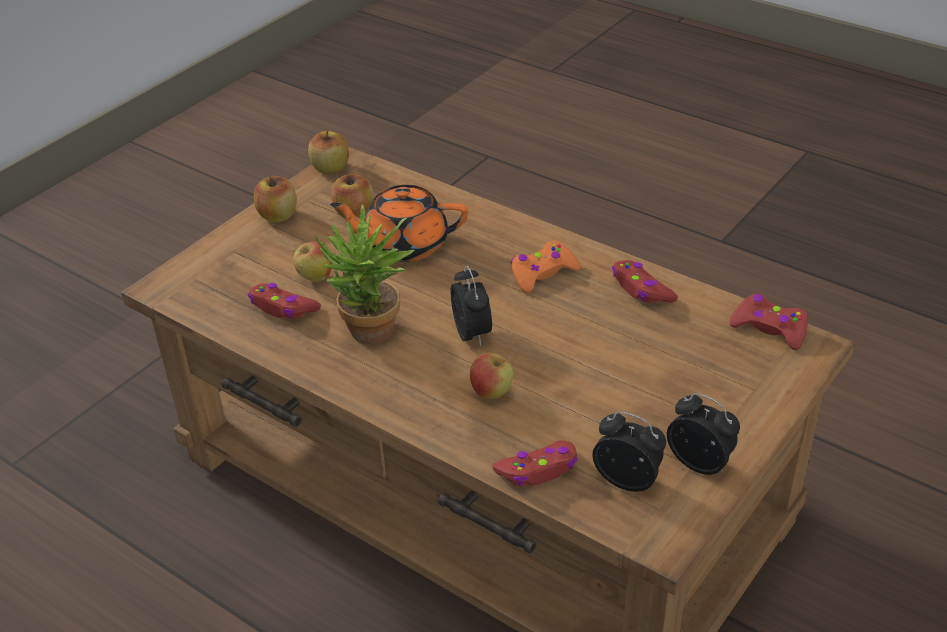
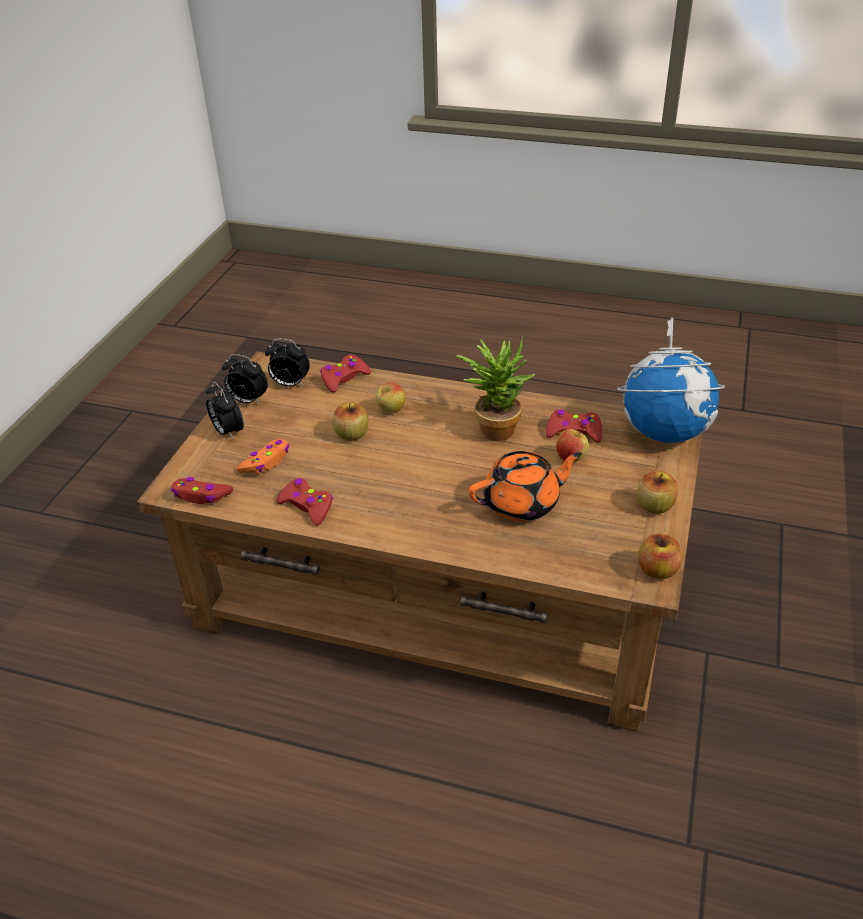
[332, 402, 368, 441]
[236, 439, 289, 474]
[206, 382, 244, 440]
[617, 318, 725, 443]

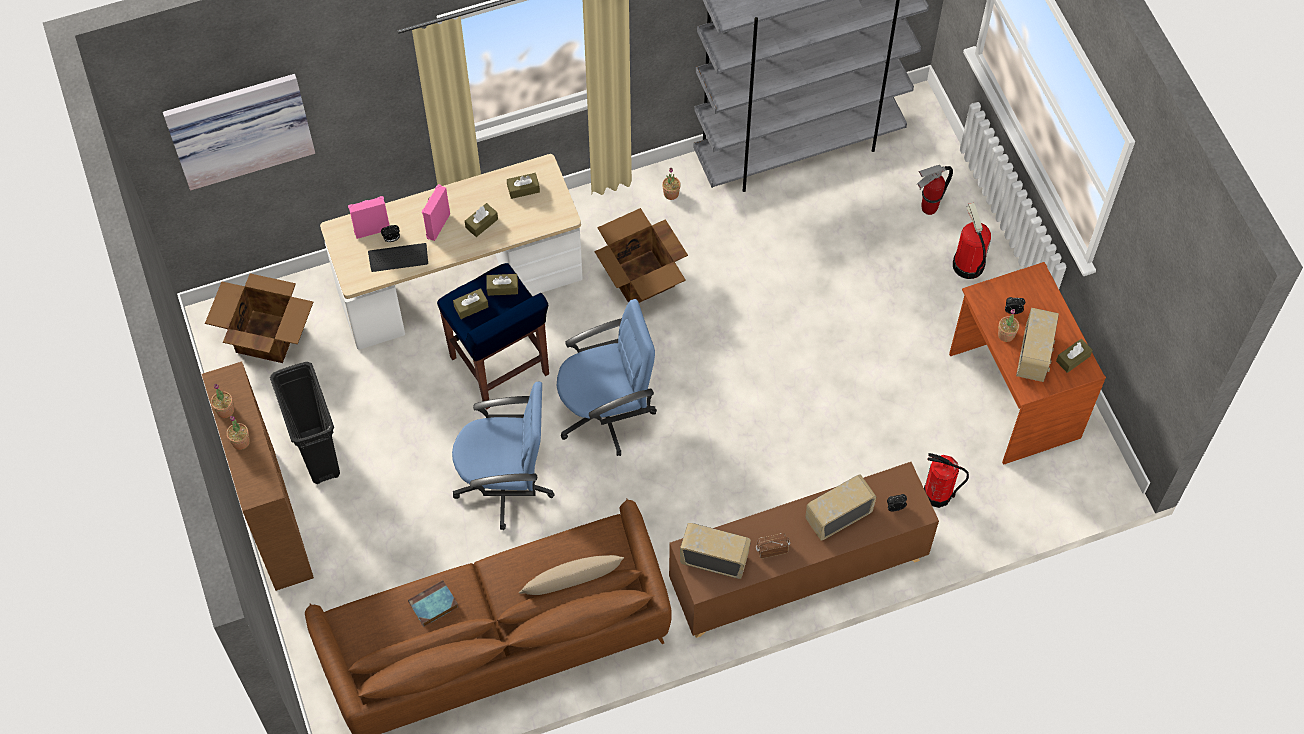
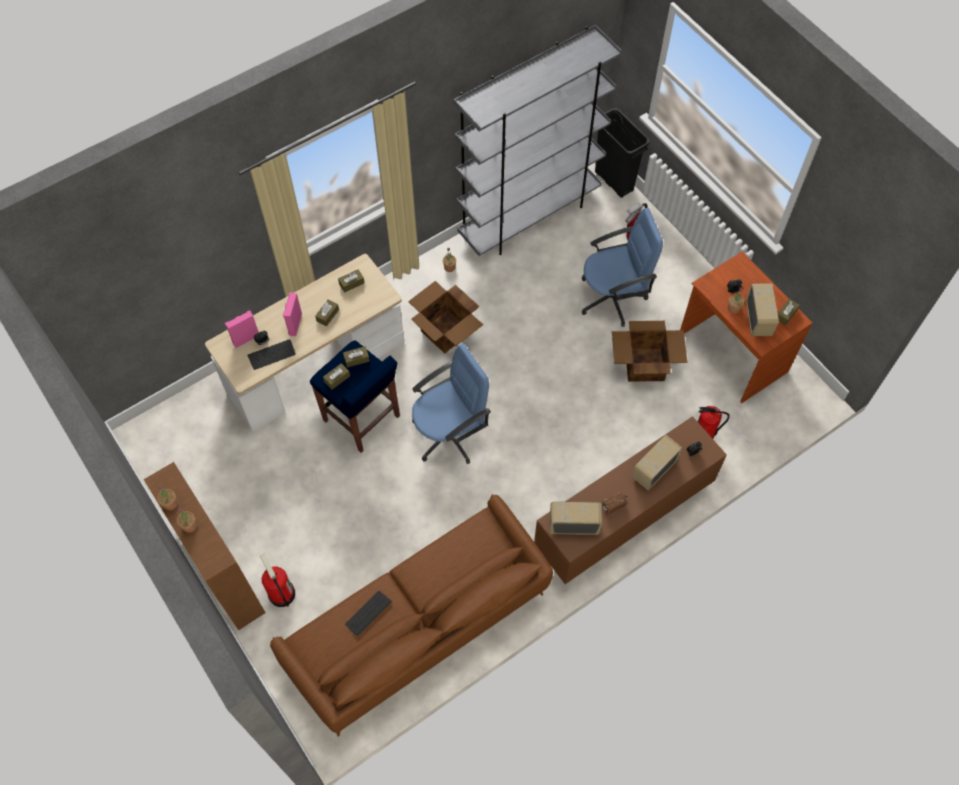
[163, 74, 315, 190] (first image)
[260, 554, 295, 607]
[612, 321, 687, 382]
[595, 108, 650, 198]
[582, 208, 663, 327]
[519, 555, 624, 595] (first image)
[345, 591, 392, 636]

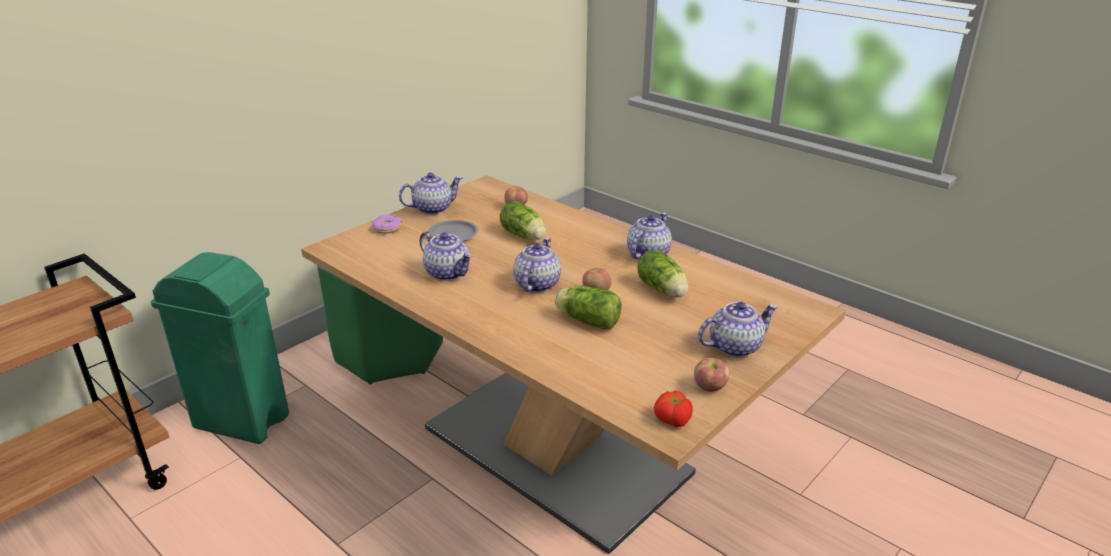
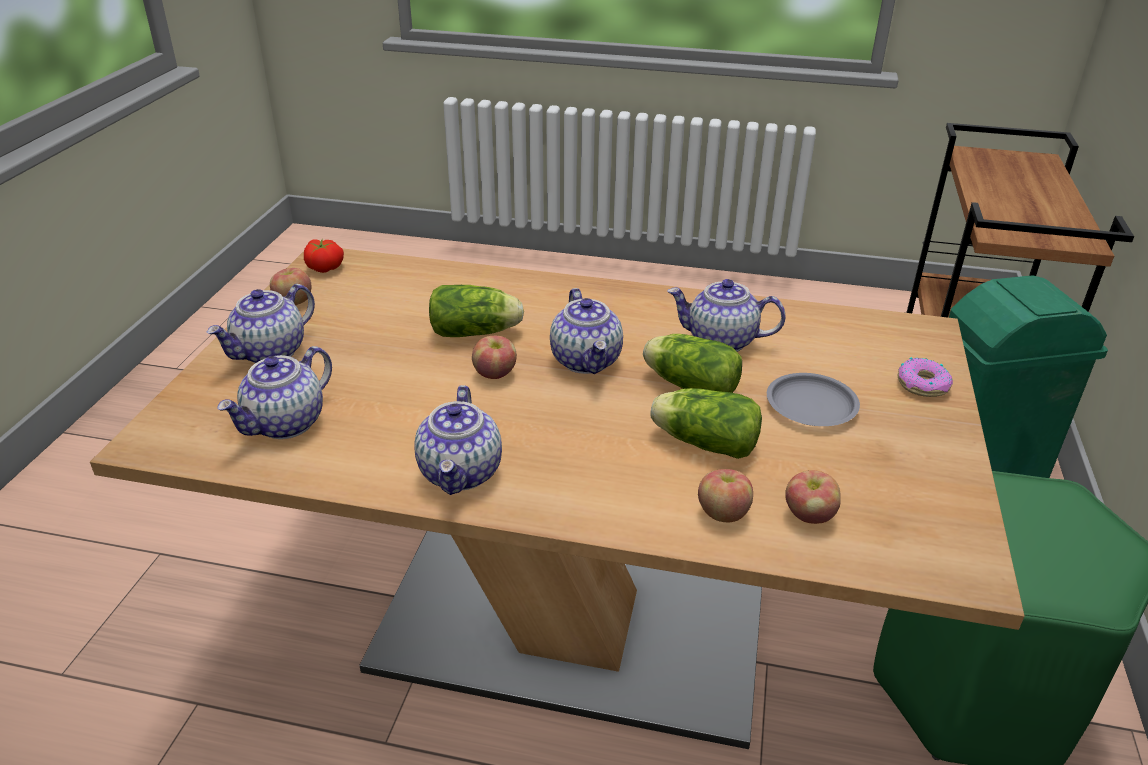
[217, 346, 332, 439]
[643, 334, 742, 393]
[698, 469, 753, 522]

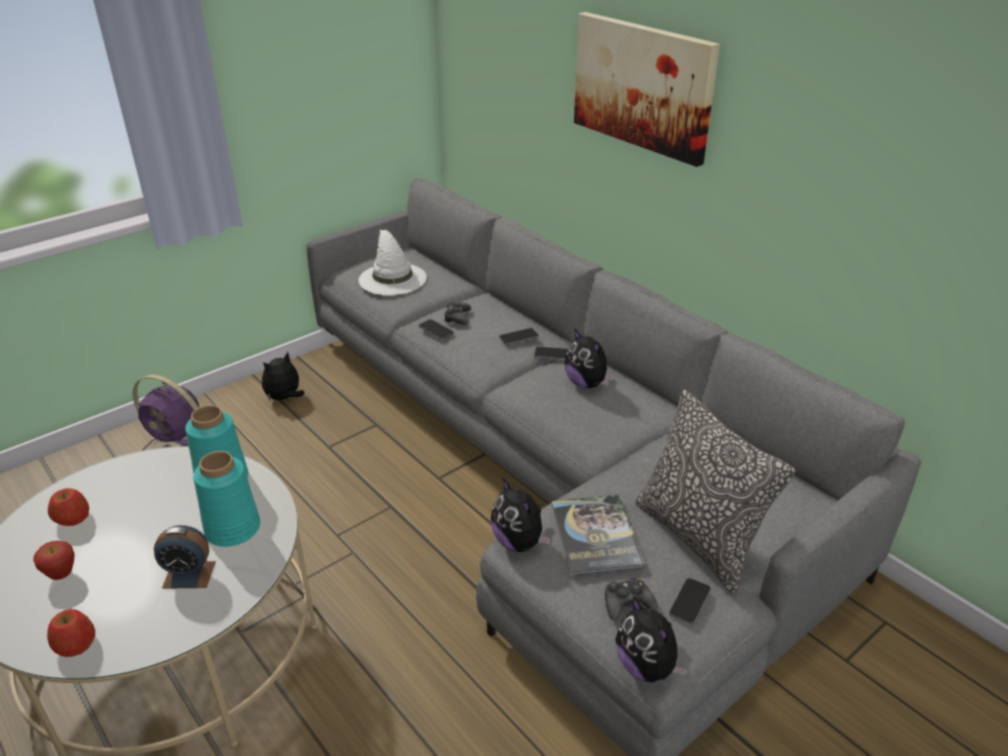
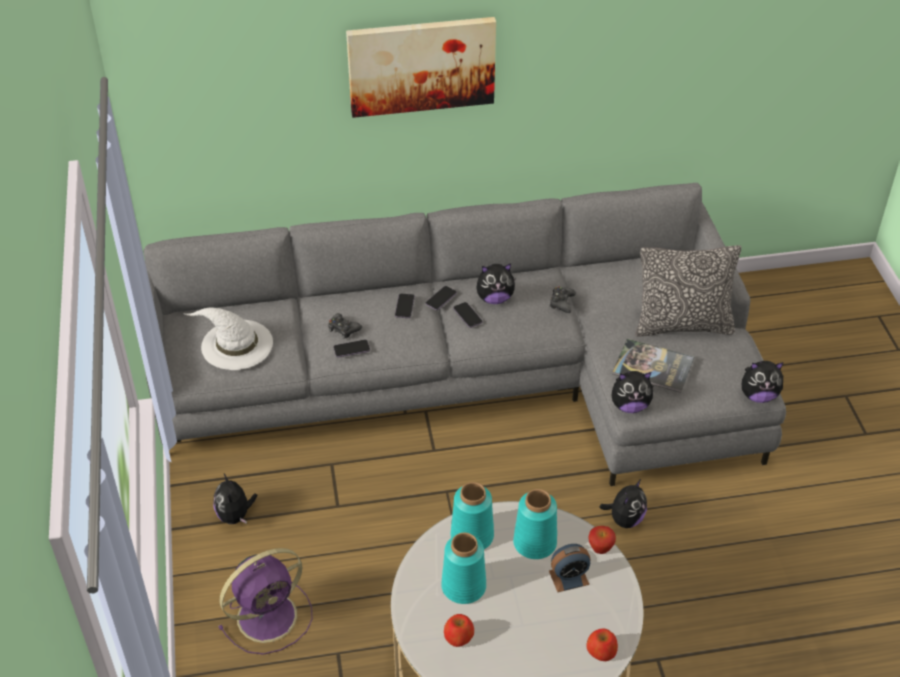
[549, 544, 590, 592]
[589, 526, 616, 554]
[549, 287, 576, 313]
[453, 302, 483, 328]
[600, 479, 647, 528]
[441, 533, 486, 604]

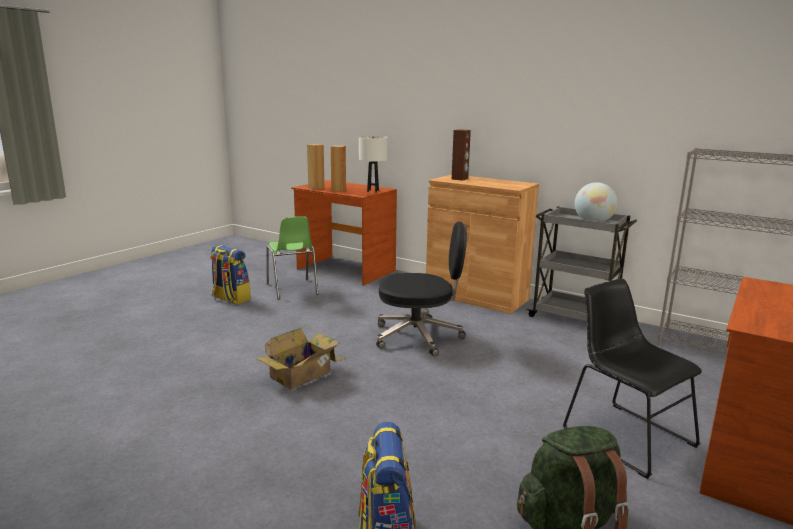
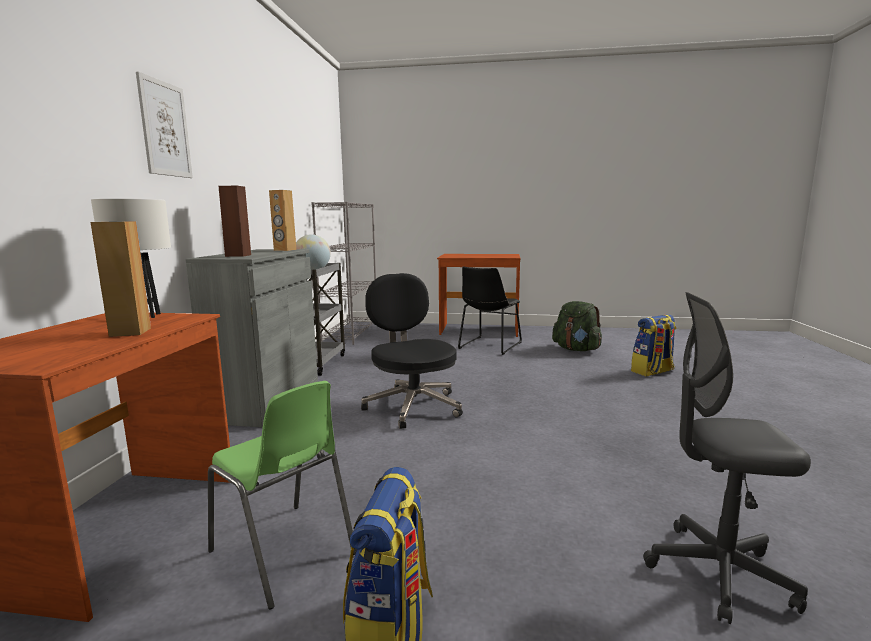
[269, 190, 296, 251]
[185, 249, 318, 427]
[208, 381, 356, 610]
[256, 328, 346, 389] (first image)
[136, 72, 193, 178]
[643, 292, 811, 624]

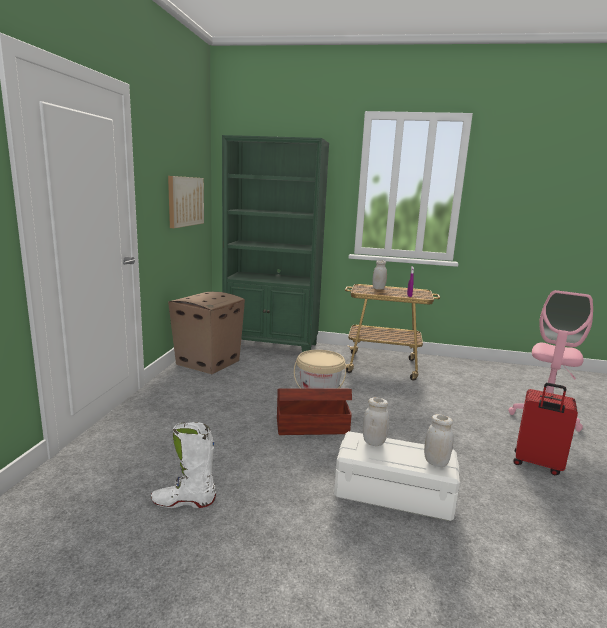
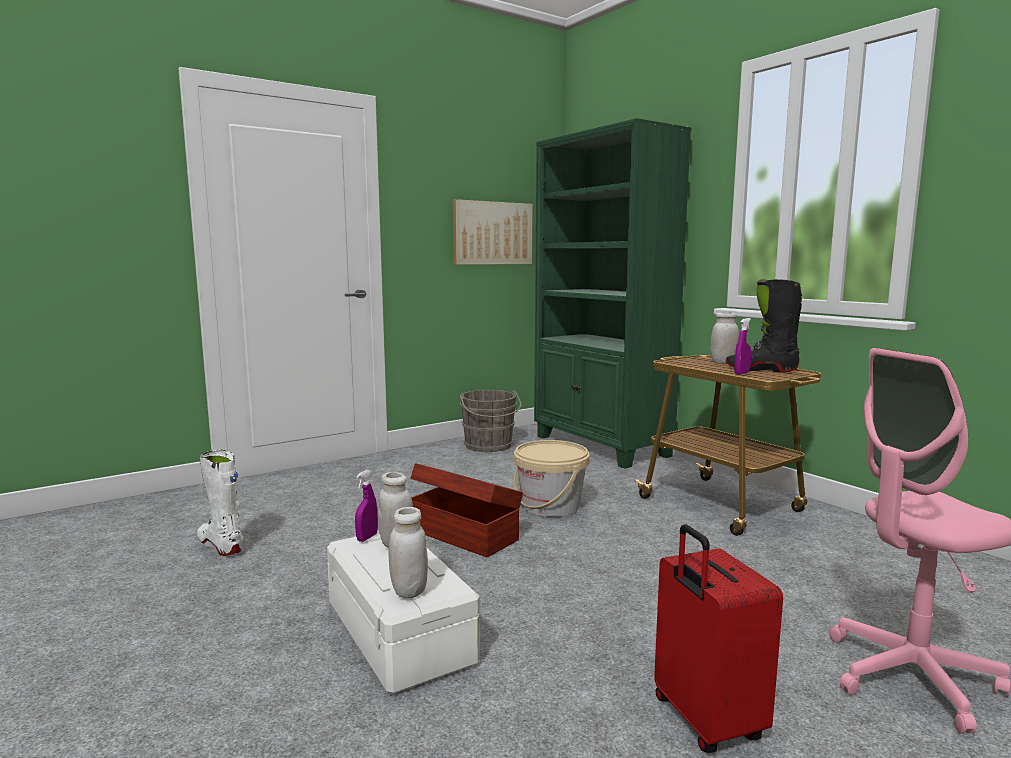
[460, 390, 521, 452]
[726, 279, 802, 373]
[355, 470, 378, 542]

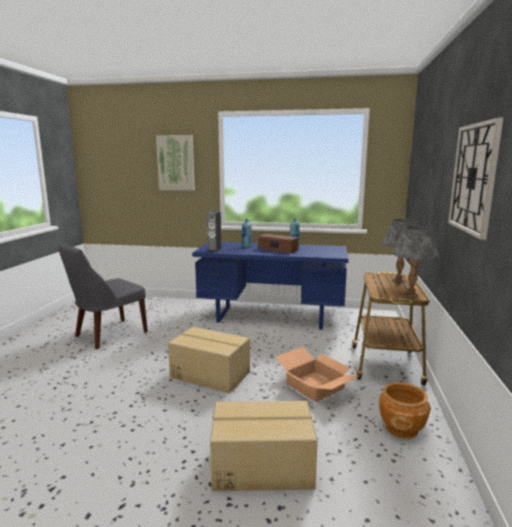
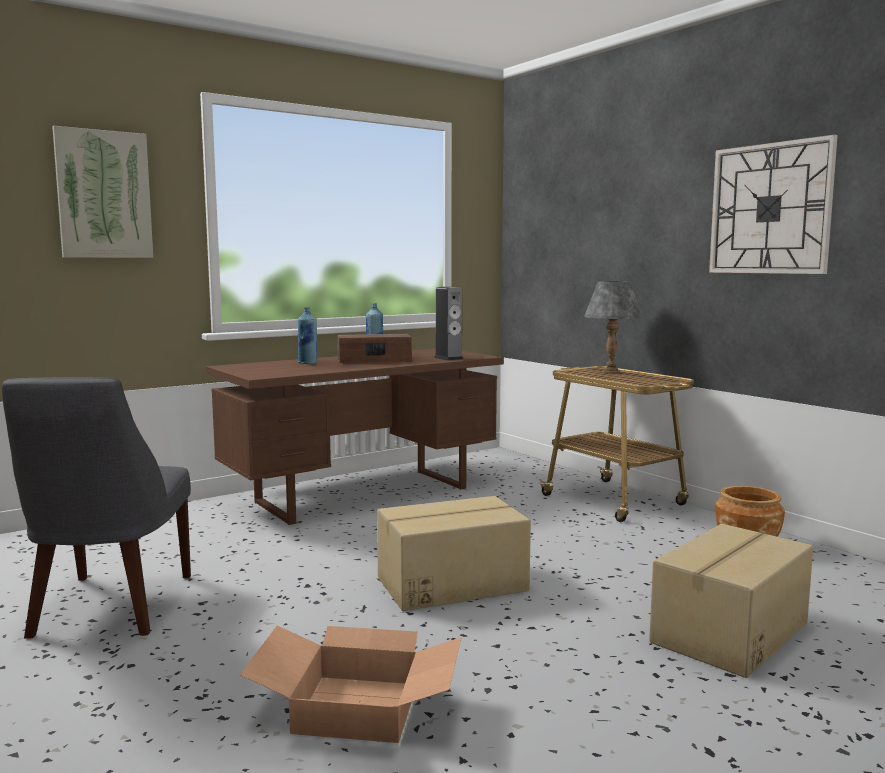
[434, 287, 463, 361]
[392, 226, 439, 298] (first image)
[206, 349, 504, 525]
[240, 626, 462, 743]

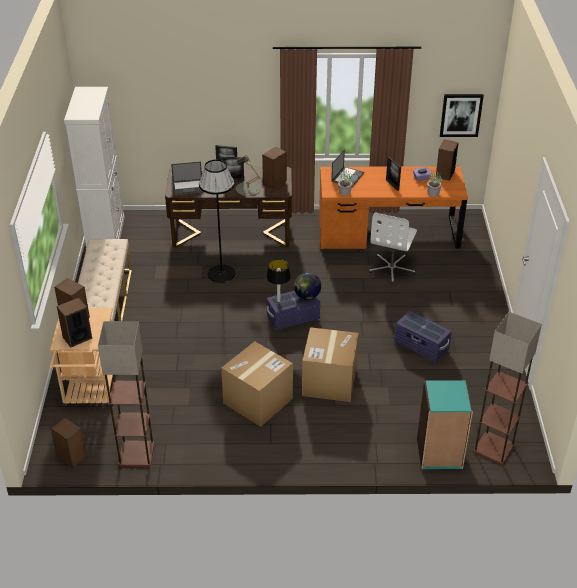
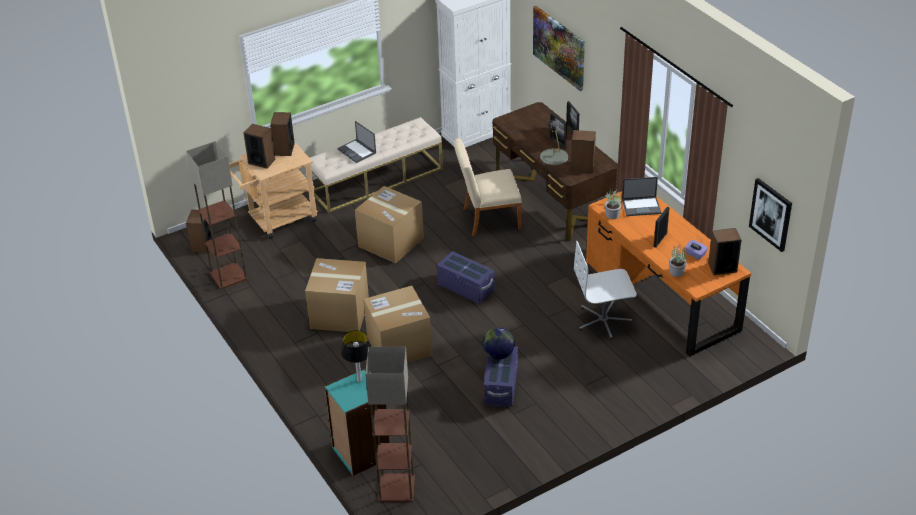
[454, 138, 522, 236]
[337, 121, 376, 163]
[341, 330, 371, 382]
[483, 327, 515, 359]
[533, 6, 585, 91]
[355, 186, 424, 264]

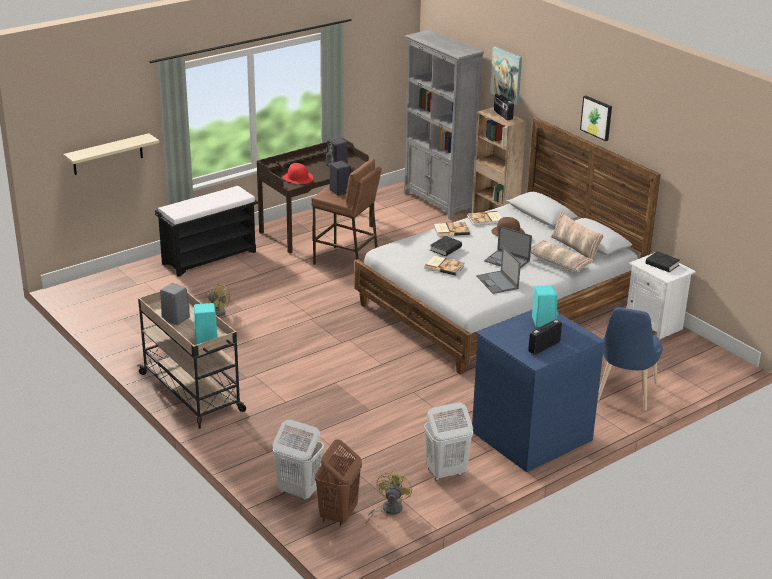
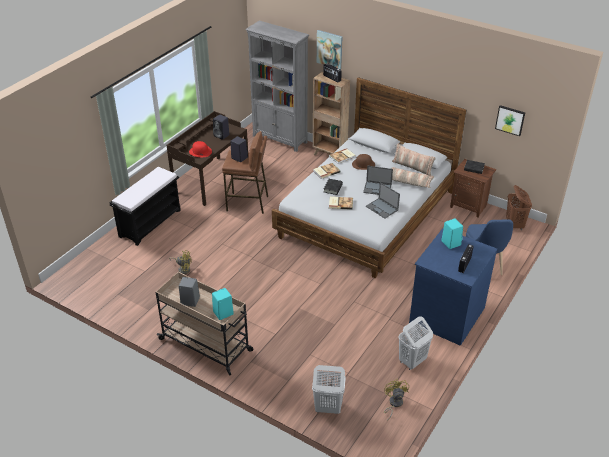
[495, 105, 525, 136]
[63, 133, 159, 175] (first image)
[450, 159, 496, 218]
[506, 185, 532, 230]

